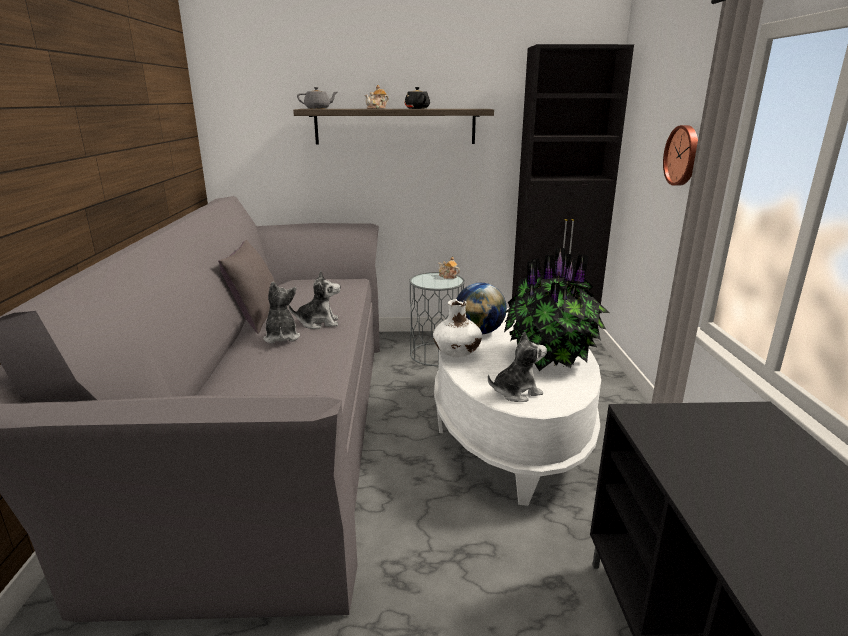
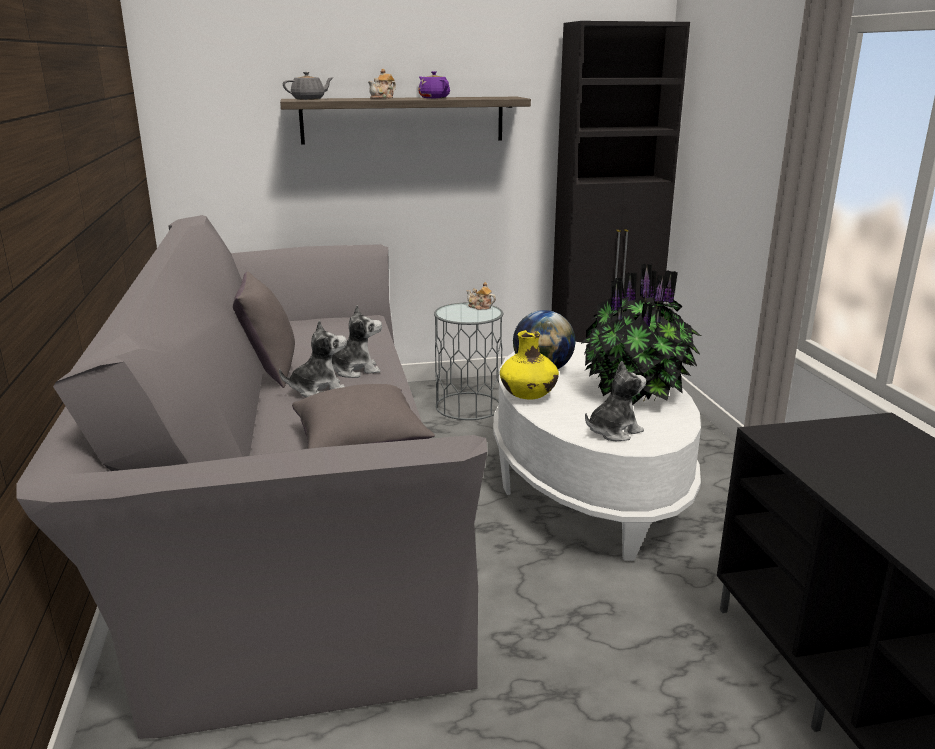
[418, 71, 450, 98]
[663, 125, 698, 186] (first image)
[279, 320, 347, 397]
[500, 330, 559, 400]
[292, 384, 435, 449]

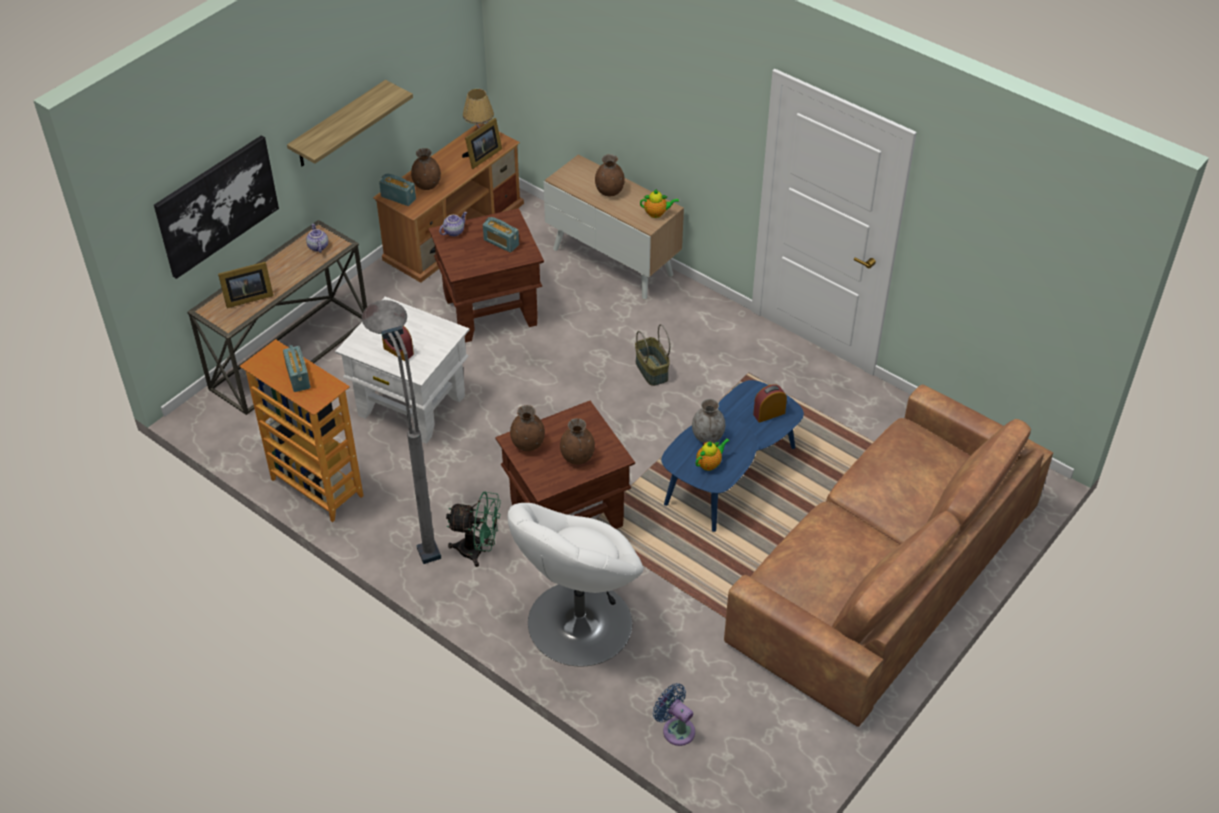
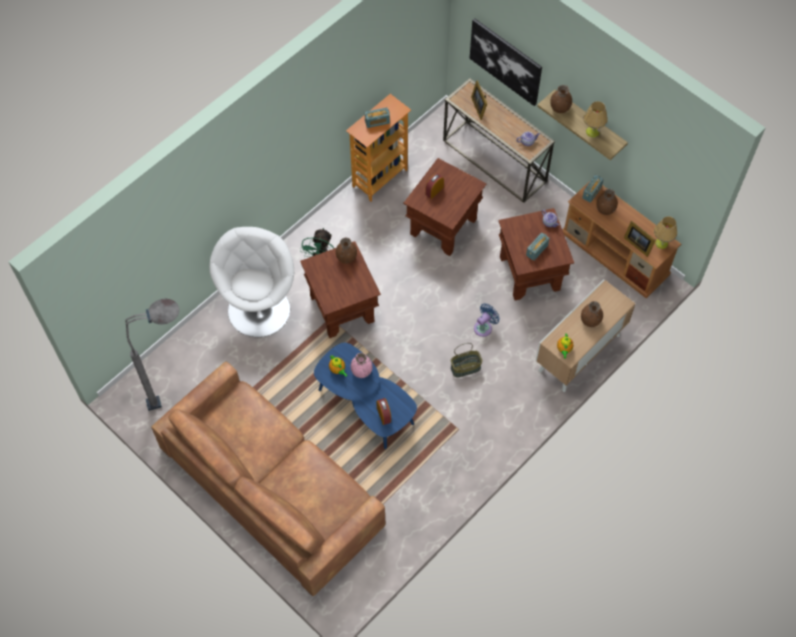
[403, 158, 487, 256]
[126, 299, 179, 411]
[351, 353, 373, 378]
[550, 85, 572, 113]
[210, 227, 294, 337]
[474, 303, 500, 337]
[583, 101, 608, 138]

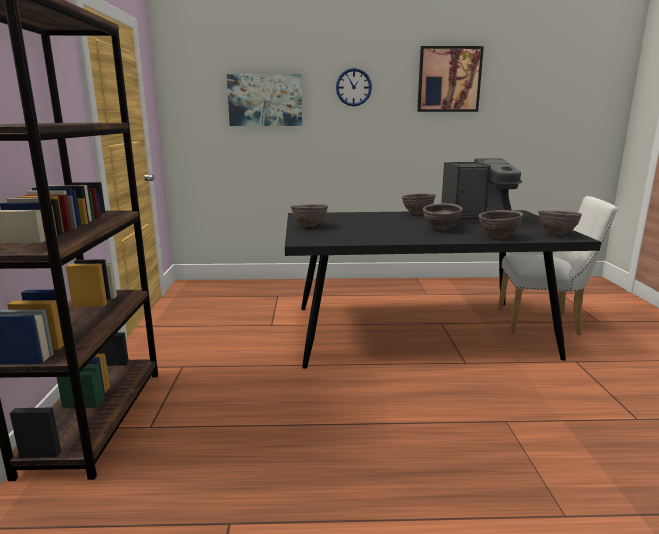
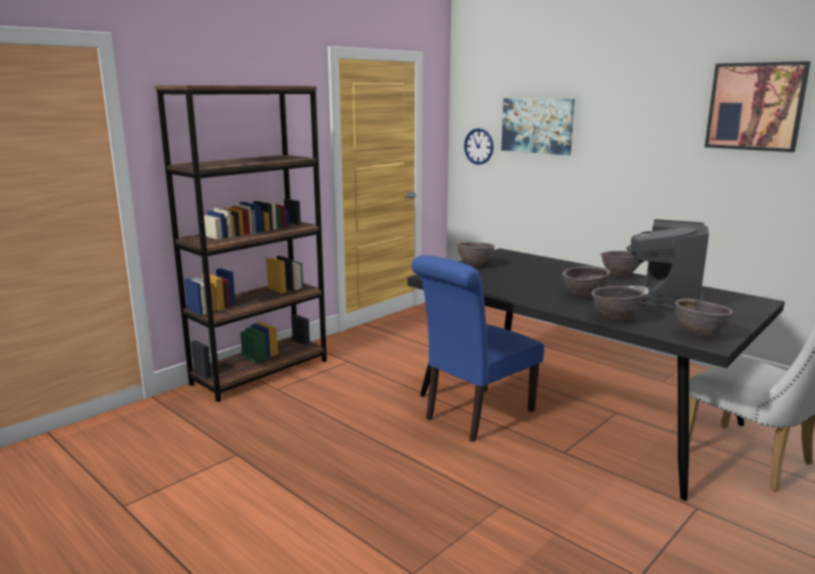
[464, 128, 493, 165]
[625, 219, 709, 308]
[411, 255, 544, 442]

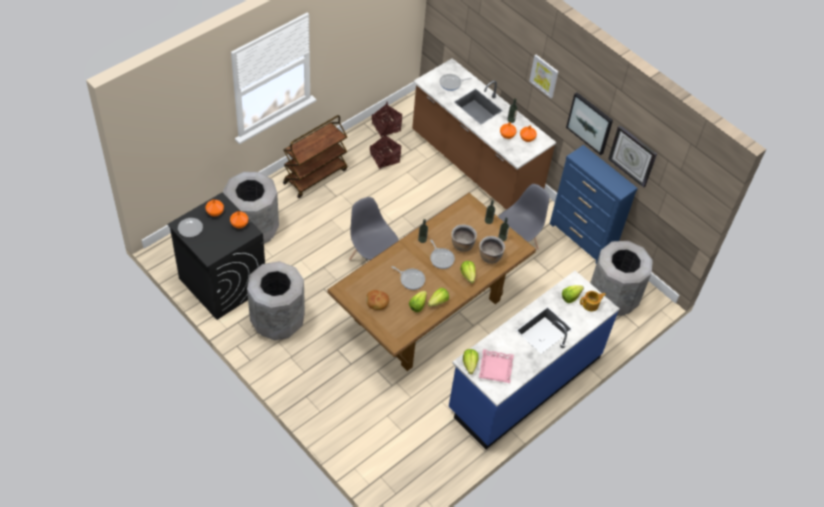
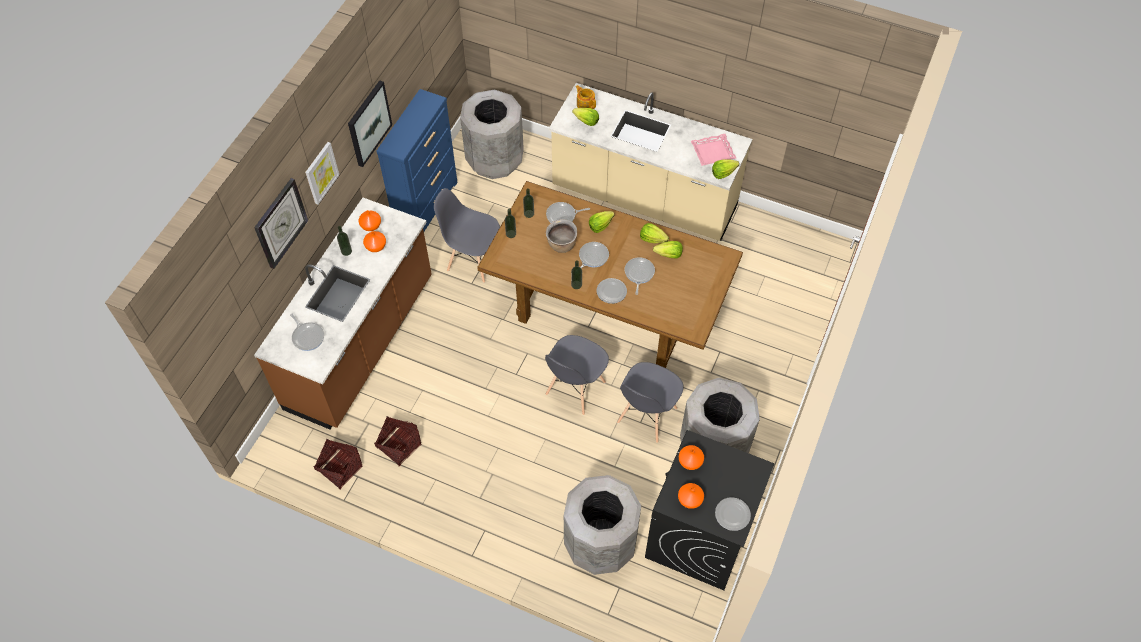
[283, 115, 347, 198] (first image)
[254, 178, 308, 269]
[546, 202, 590, 223]
[549, 83, 752, 241]
[366, 290, 389, 310] (first image)
[596, 278, 627, 304]
[617, 362, 684, 443]

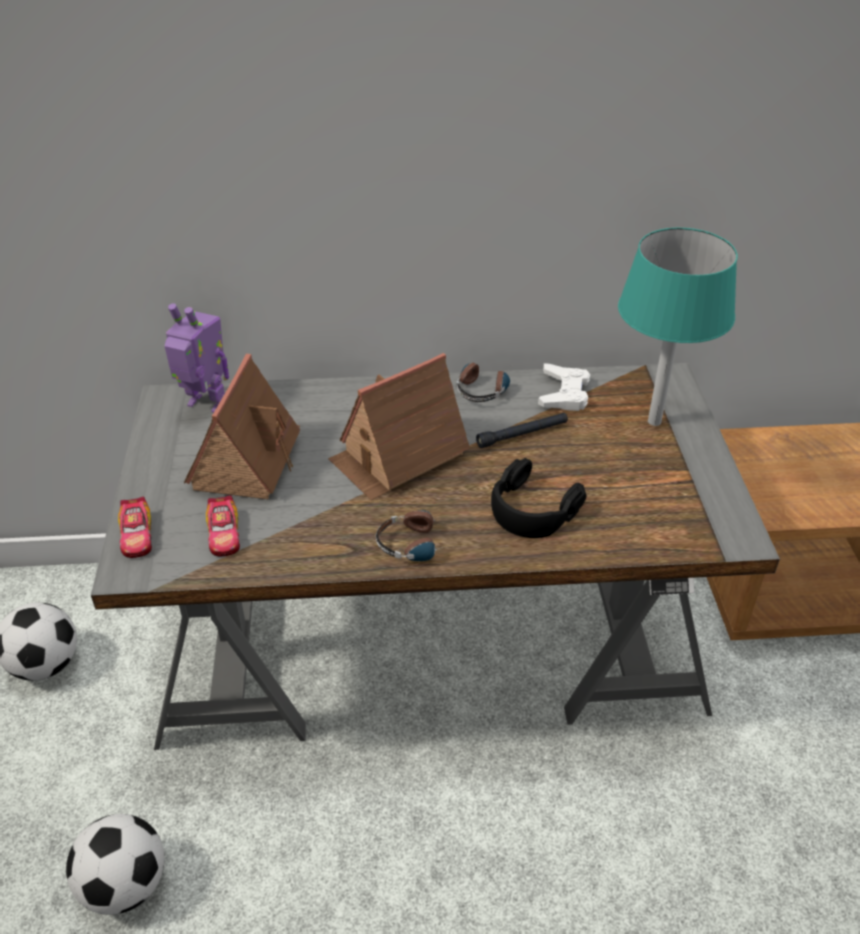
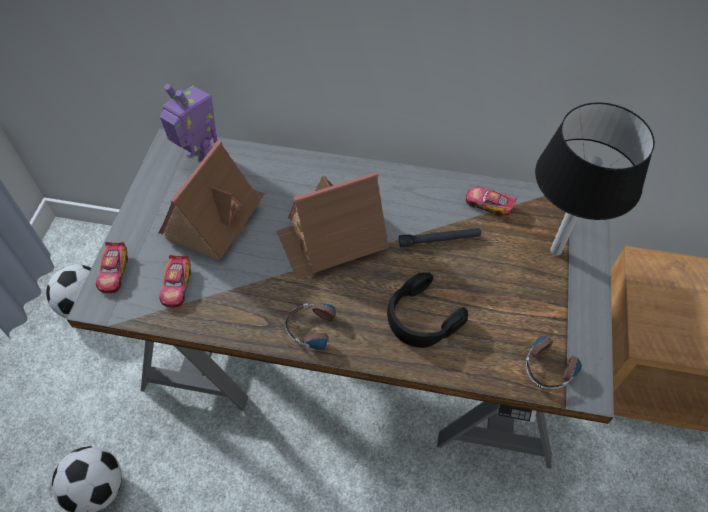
[535, 102, 655, 255]
[525, 336, 588, 389]
[466, 186, 517, 217]

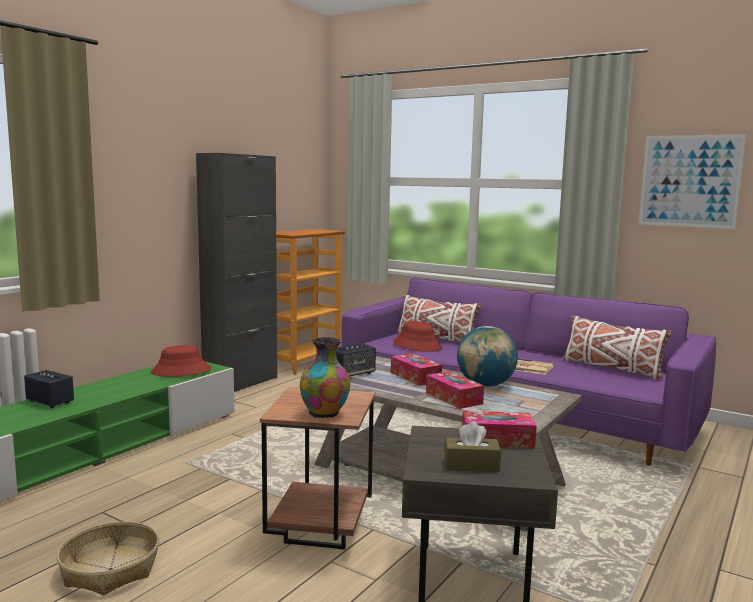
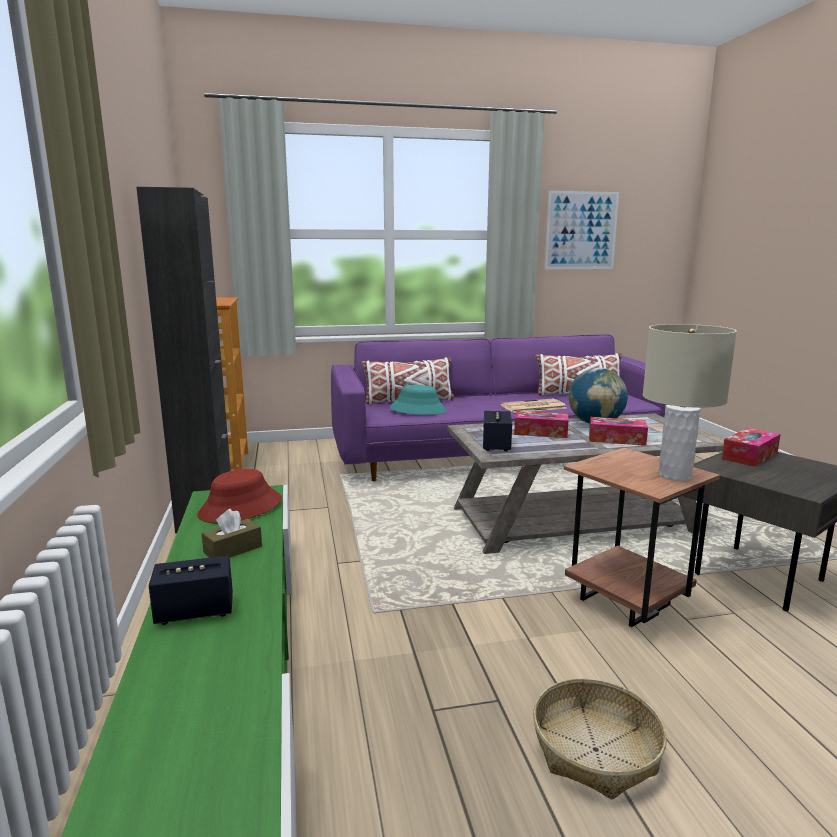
[390, 385, 447, 415]
[643, 324, 737, 481]
[202, 509, 262, 558]

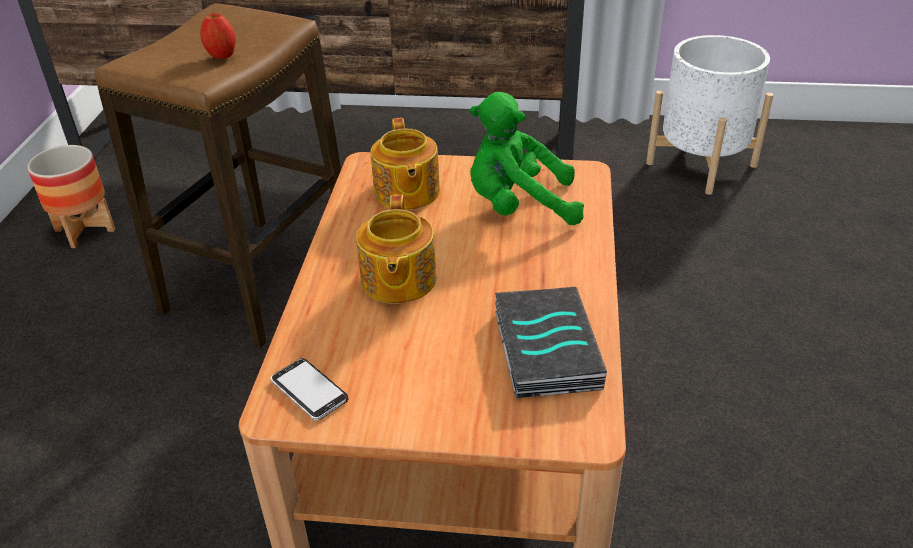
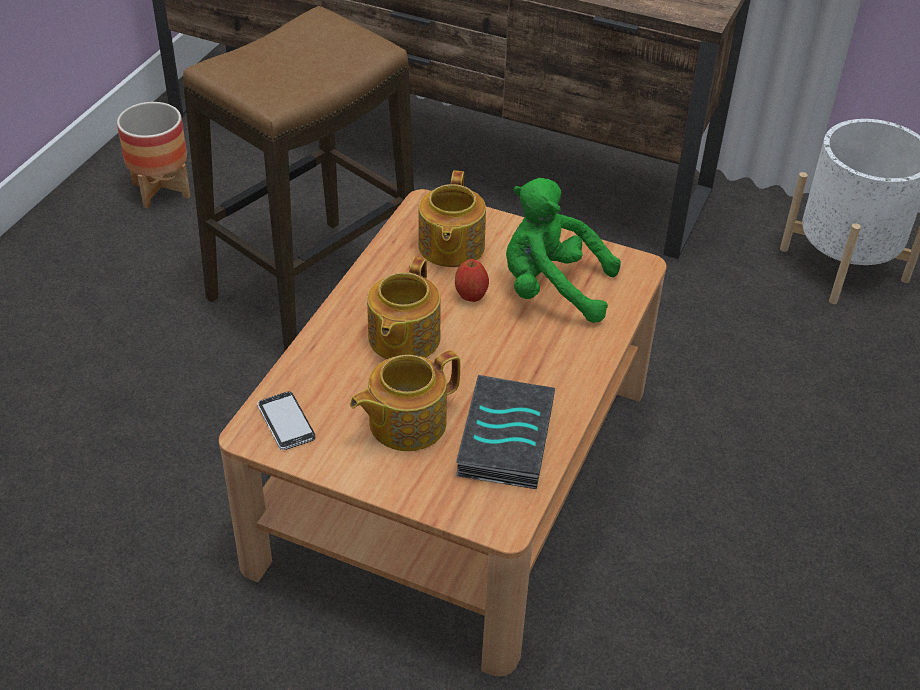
[455, 259, 489, 302]
[350, 350, 460, 451]

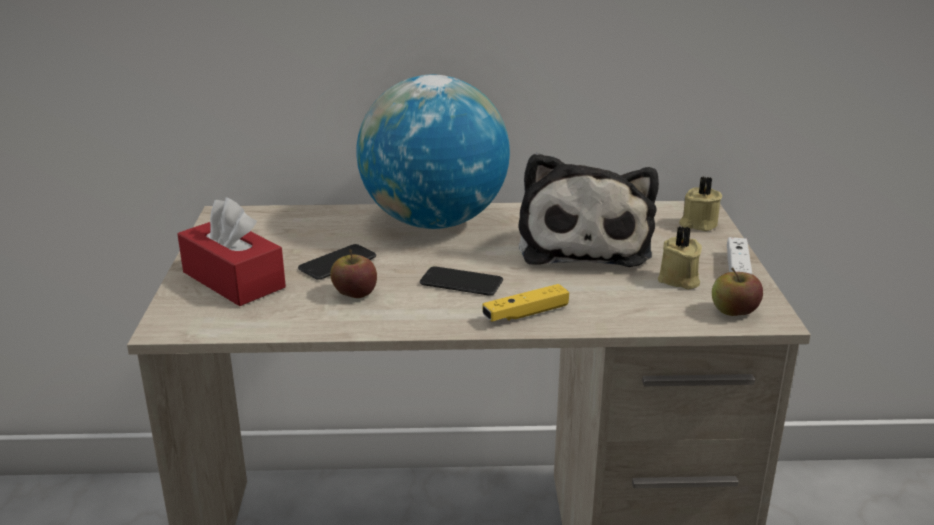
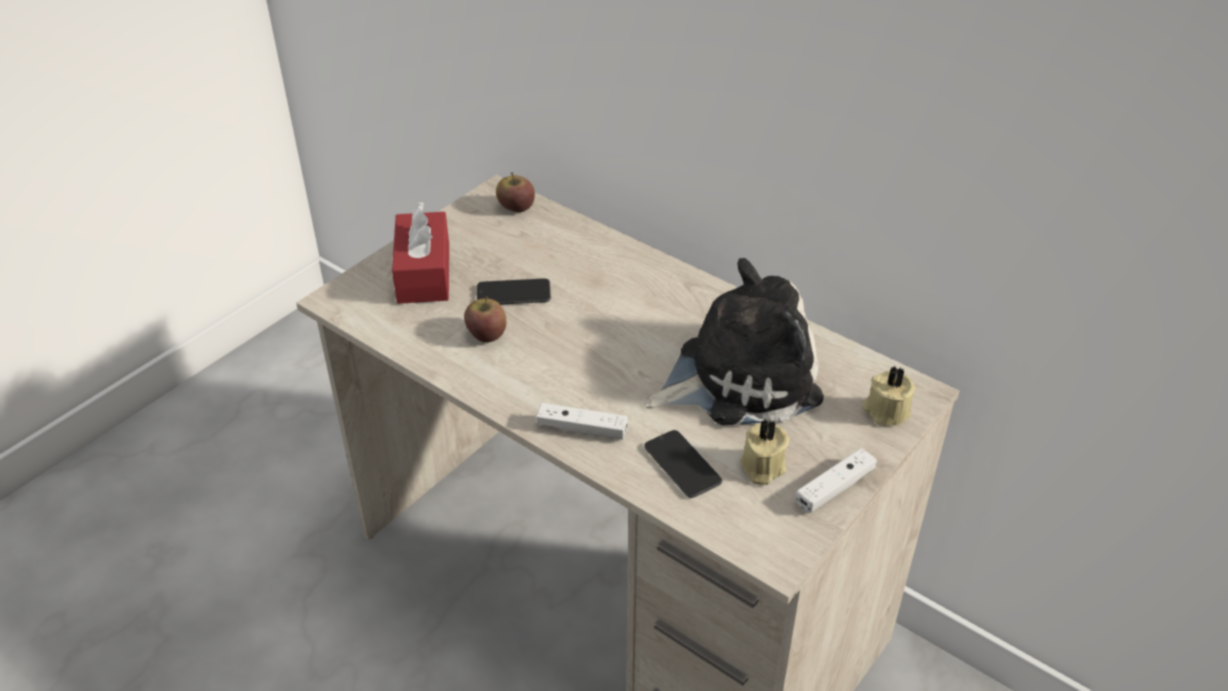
[356, 75, 510, 229] (first image)
[645, 258, 824, 425]
[644, 430, 722, 498]
[496, 172, 535, 212]
[536, 403, 628, 440]

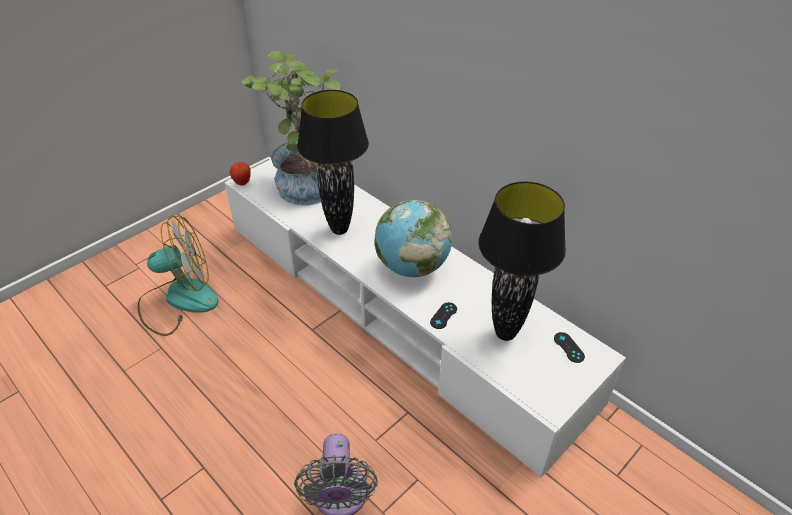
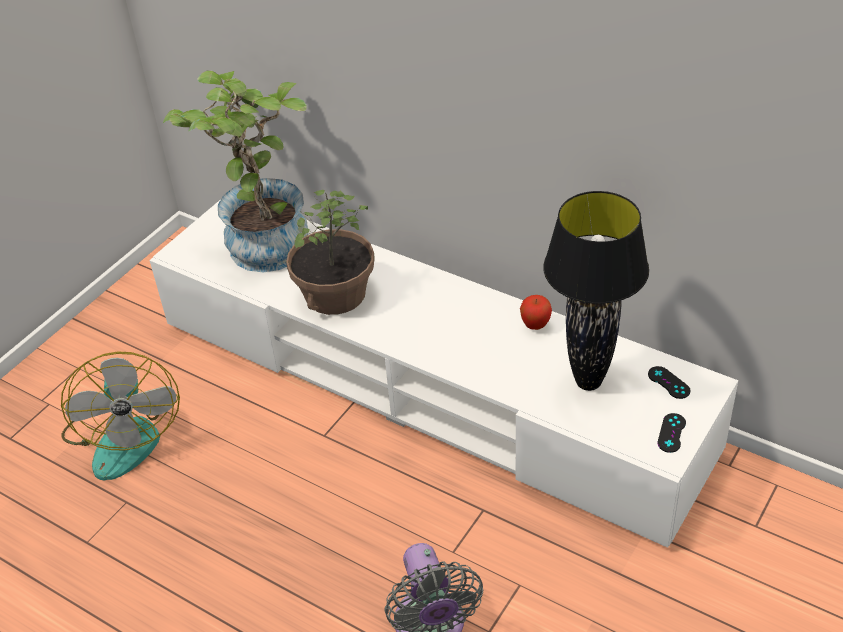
[286, 190, 375, 315]
[520, 295, 552, 330]
[374, 200, 452, 277] (first image)
[61, 352, 180, 481]
[657, 413, 686, 453]

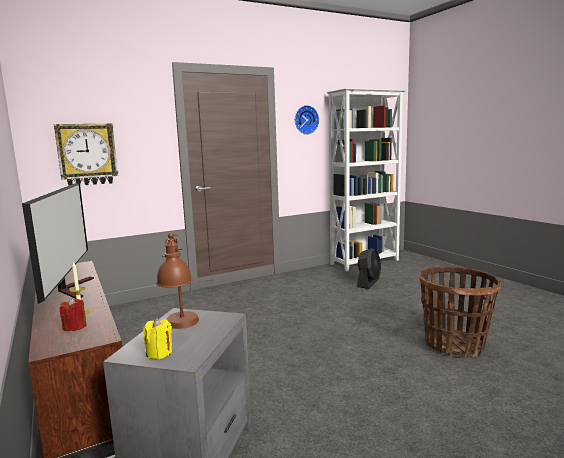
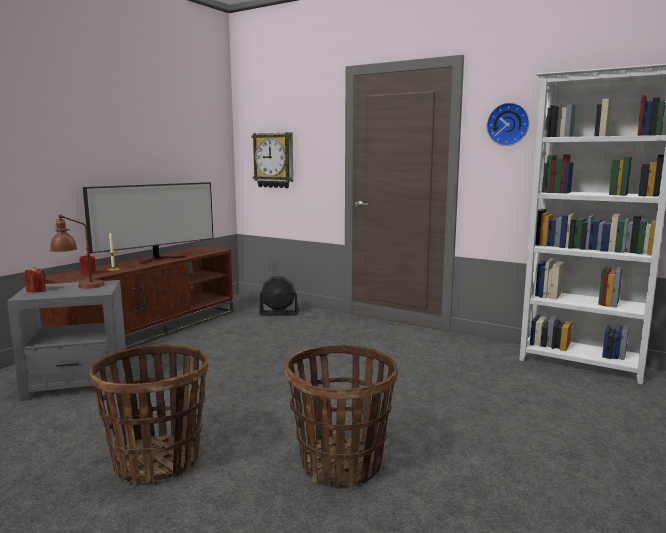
[259, 276, 299, 315]
[25, 267, 46, 293]
[90, 344, 208, 483]

